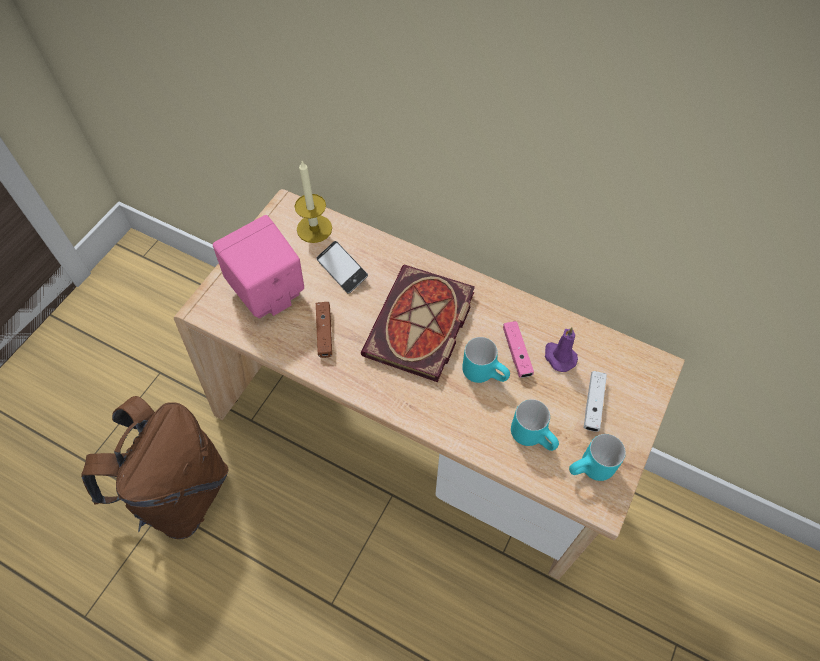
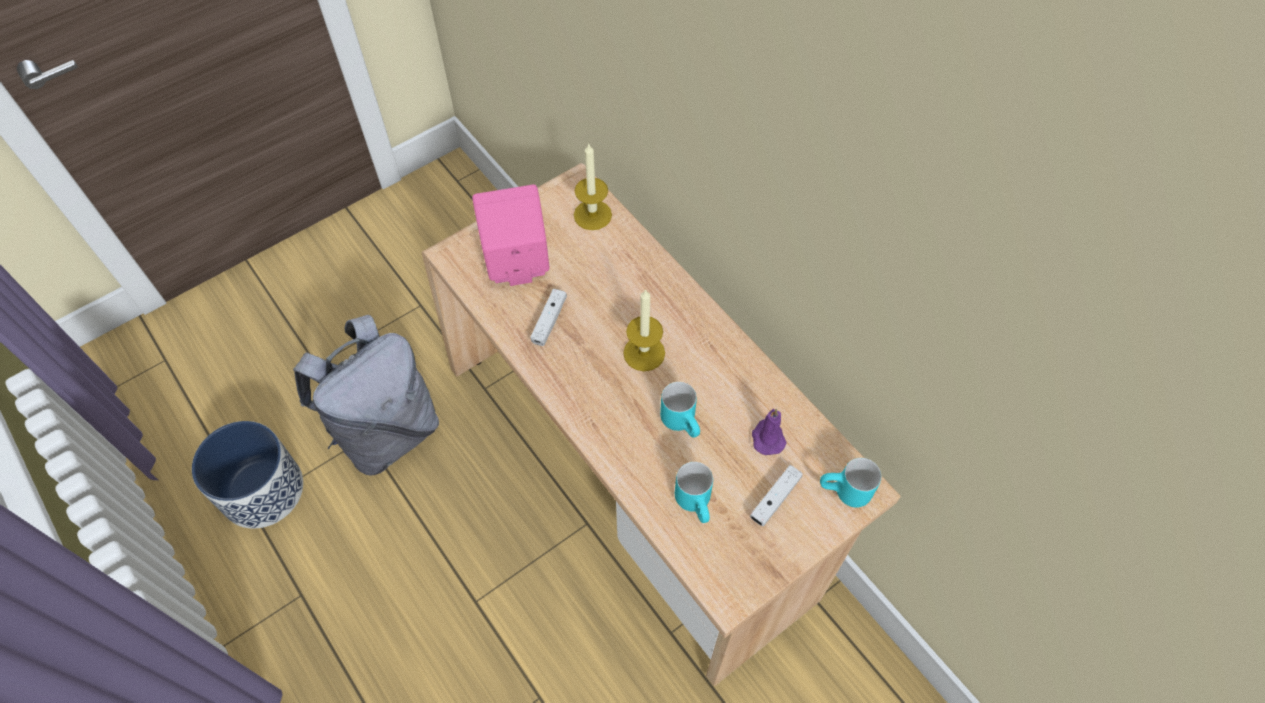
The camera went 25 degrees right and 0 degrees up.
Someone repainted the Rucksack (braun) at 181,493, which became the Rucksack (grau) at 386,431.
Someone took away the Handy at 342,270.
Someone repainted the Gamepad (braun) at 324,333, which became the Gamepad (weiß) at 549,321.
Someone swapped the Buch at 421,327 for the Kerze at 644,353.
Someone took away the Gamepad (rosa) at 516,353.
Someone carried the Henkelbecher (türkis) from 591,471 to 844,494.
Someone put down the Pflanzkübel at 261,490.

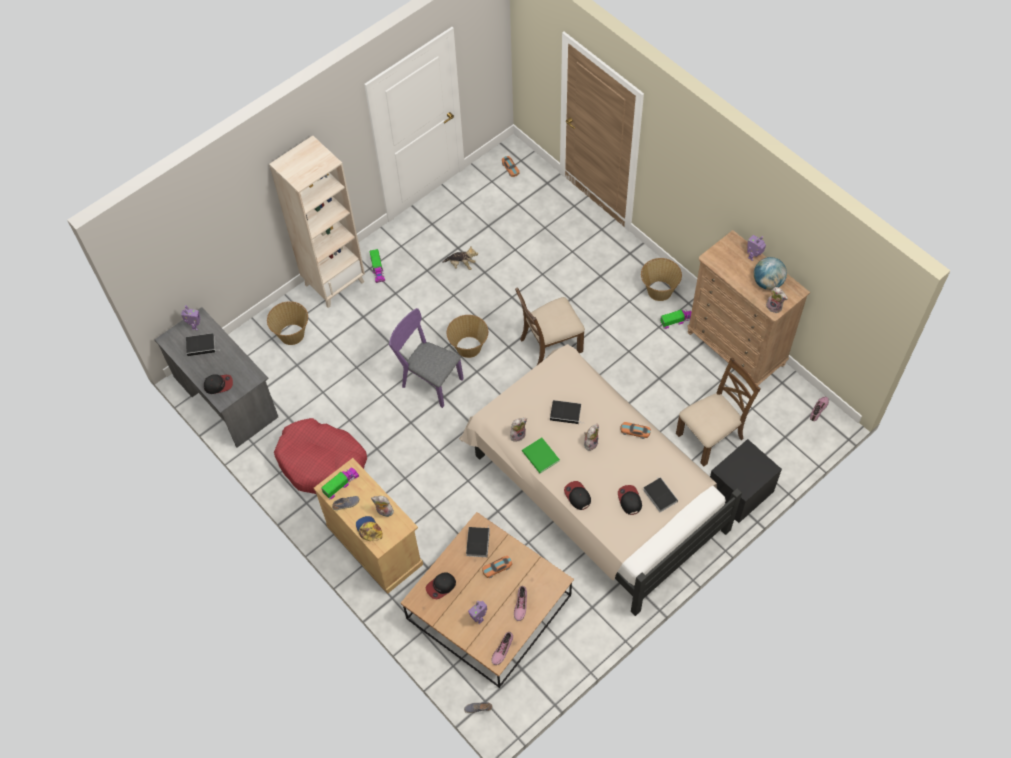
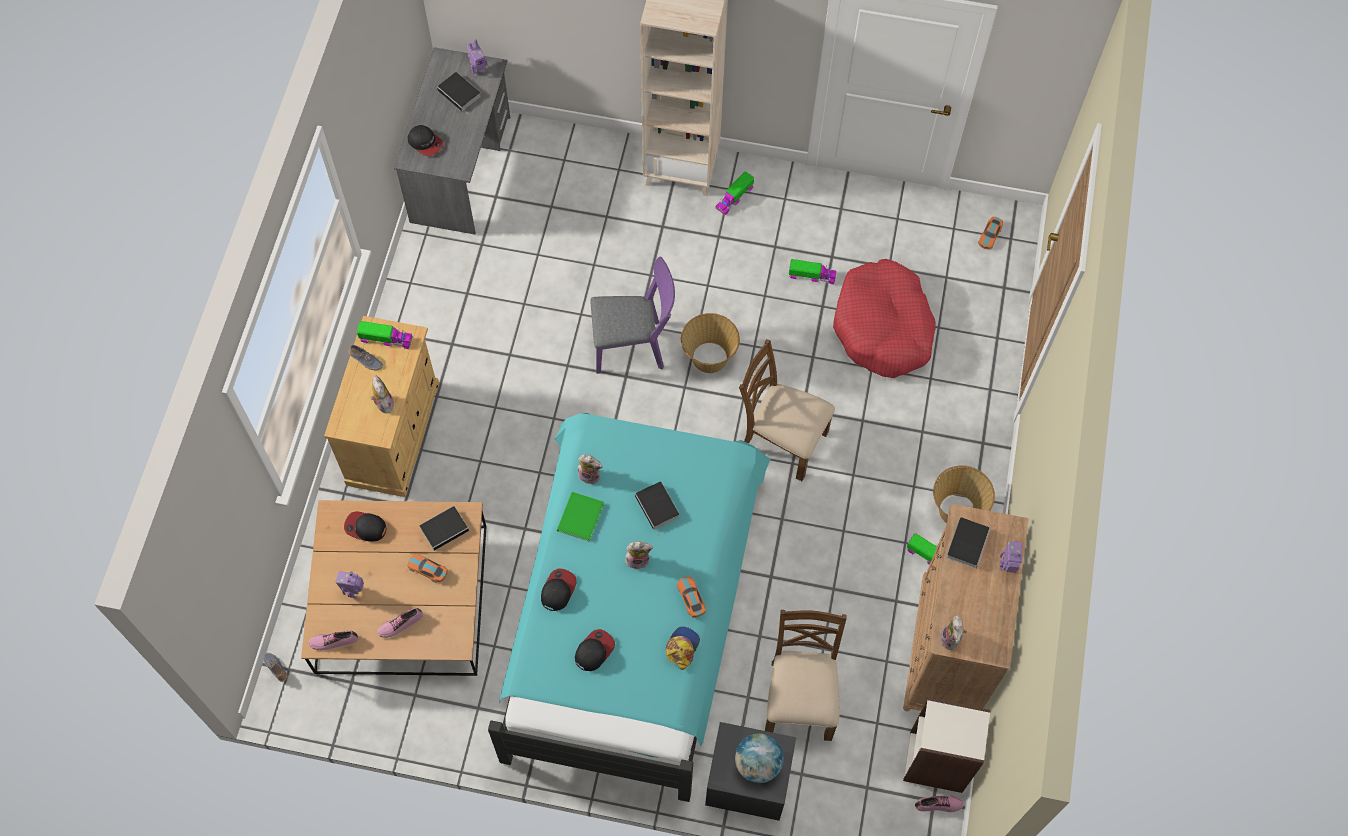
The camera went 50 degrees right and 5 degrees up.
Someone took away the Korb at 292,334.
Someone carried the Hundebett (rot) from 322,463 to 883,327.
Someone carried the Kappe from 369,530 to 682,648.
Someone rotated the Stuhl (lila) at 428,380 by 90 degrees clockwise.
Someone swapped the Plüschtier at 461,265 for the Spielzeuglaster at 812,275.
Someone repainted the Bett (beige) at 594,485, which became the Bett (türkis) at 633,609.
Someone carried the Buch from 659,495 to 967,542.
Someone rotated the Stuhl (braun) at 711,436 by 105 degrees counterclockwise.
Someone carried the Globus from 767,282 to 757,764.
Someone put down the Bücherregal at 937,762.

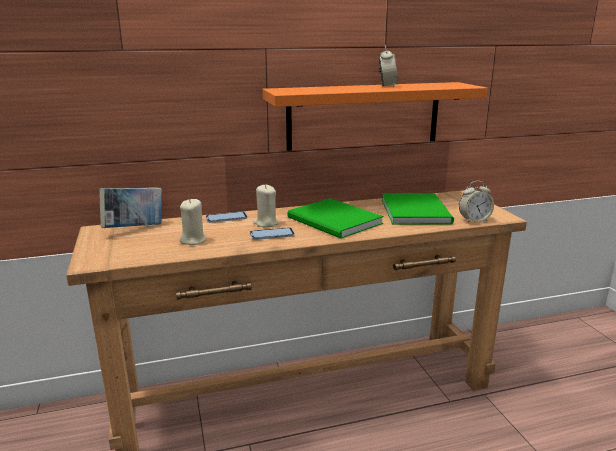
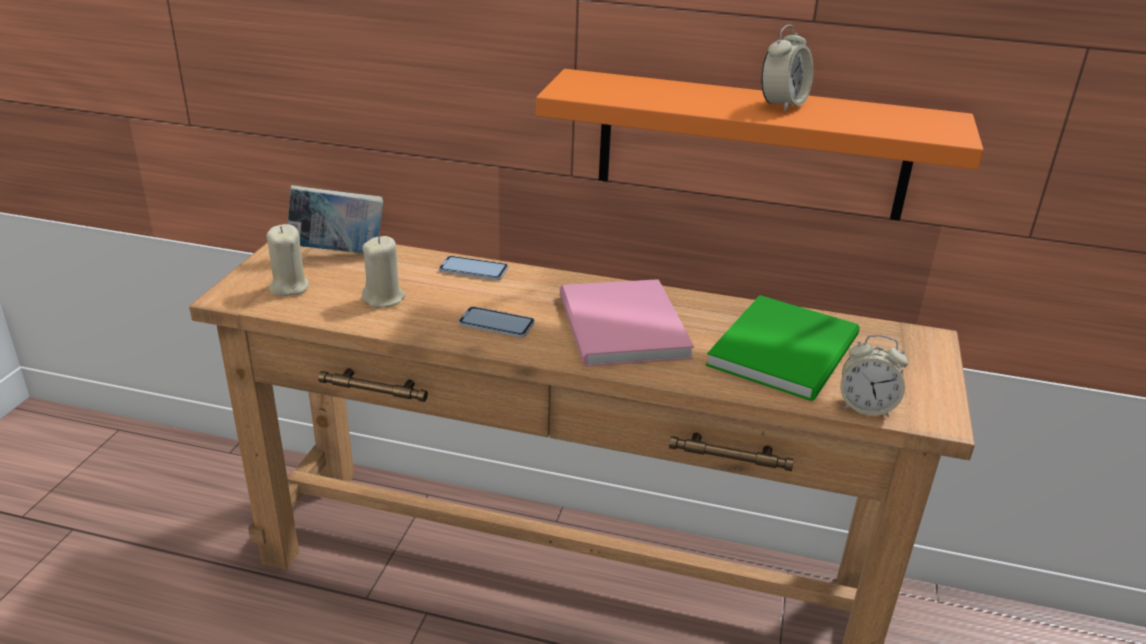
The camera went 30 degrees right and 10 degrees up.
Someone carried the Kerze (beige) from 266,223 to 288,287.
Someone repainted the Buch (grün) at 334,221, which became the Buch (rosa) at 620,328.

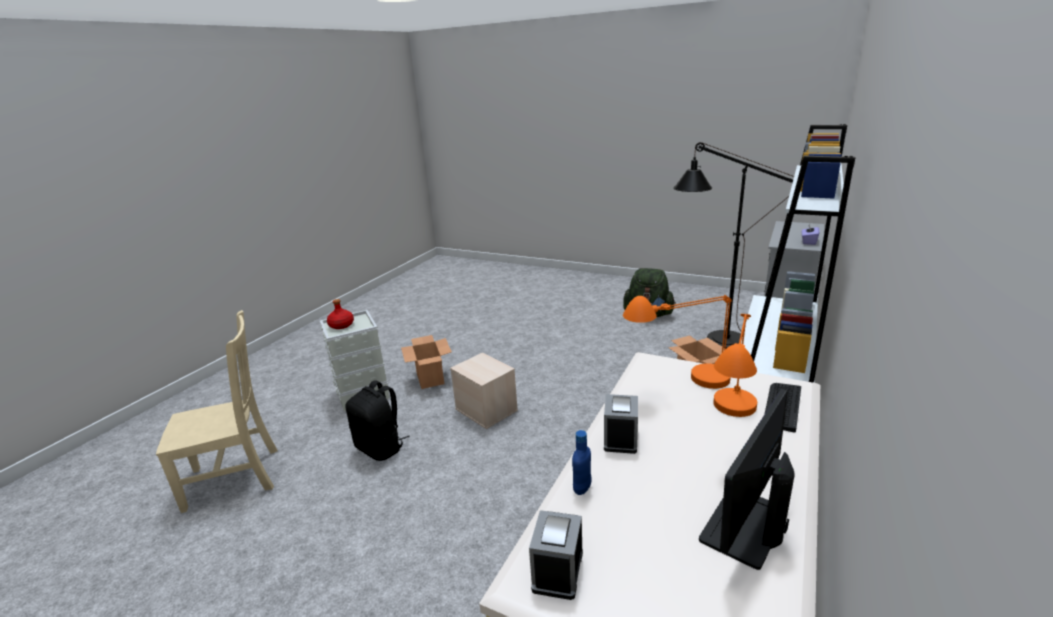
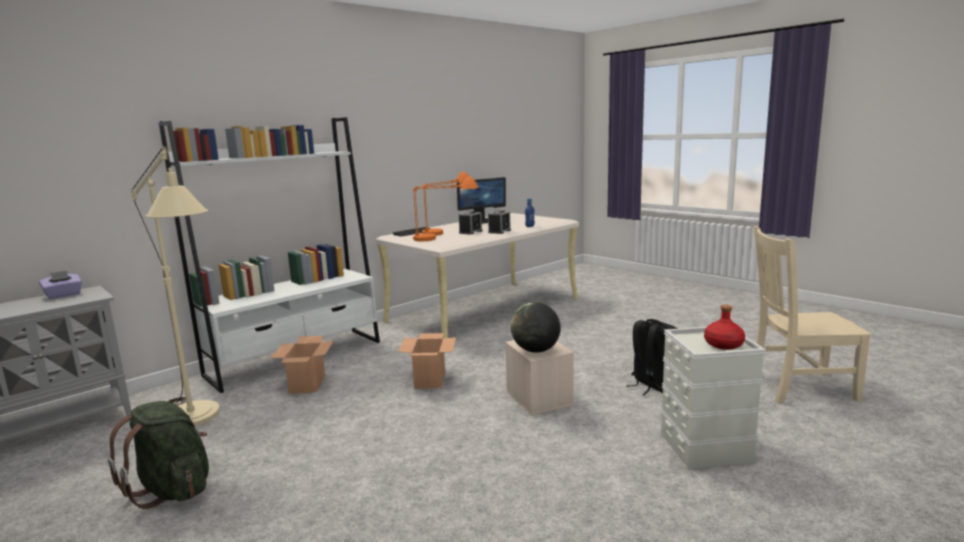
The camera went 160 degrees left and 10 degrees down.
Someone carried the Karton from 430,378 to 430,380.
Someone carried the Wecker from 558,570 to 470,232.
Someone repainted the Stehlampe (schwarz) at 714,339, which became the Stehlampe (beige) at 197,421.
Someone put down the Globus at 536,350.

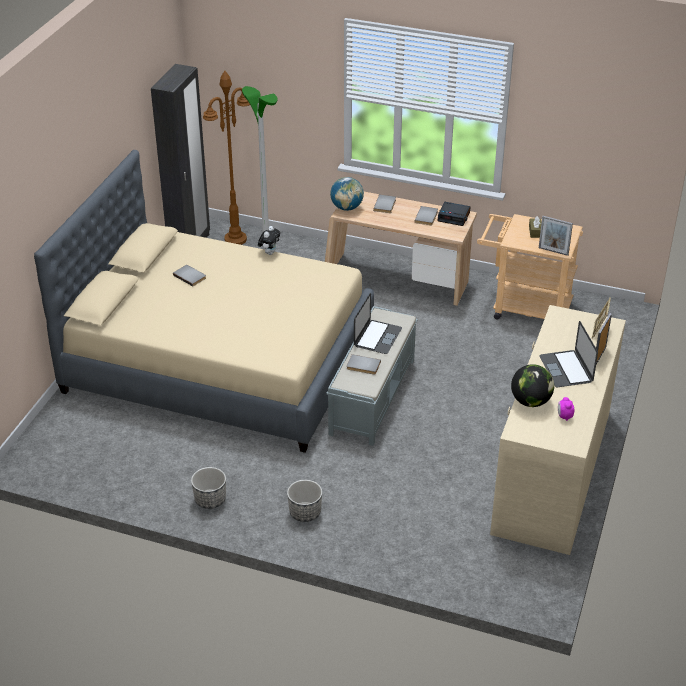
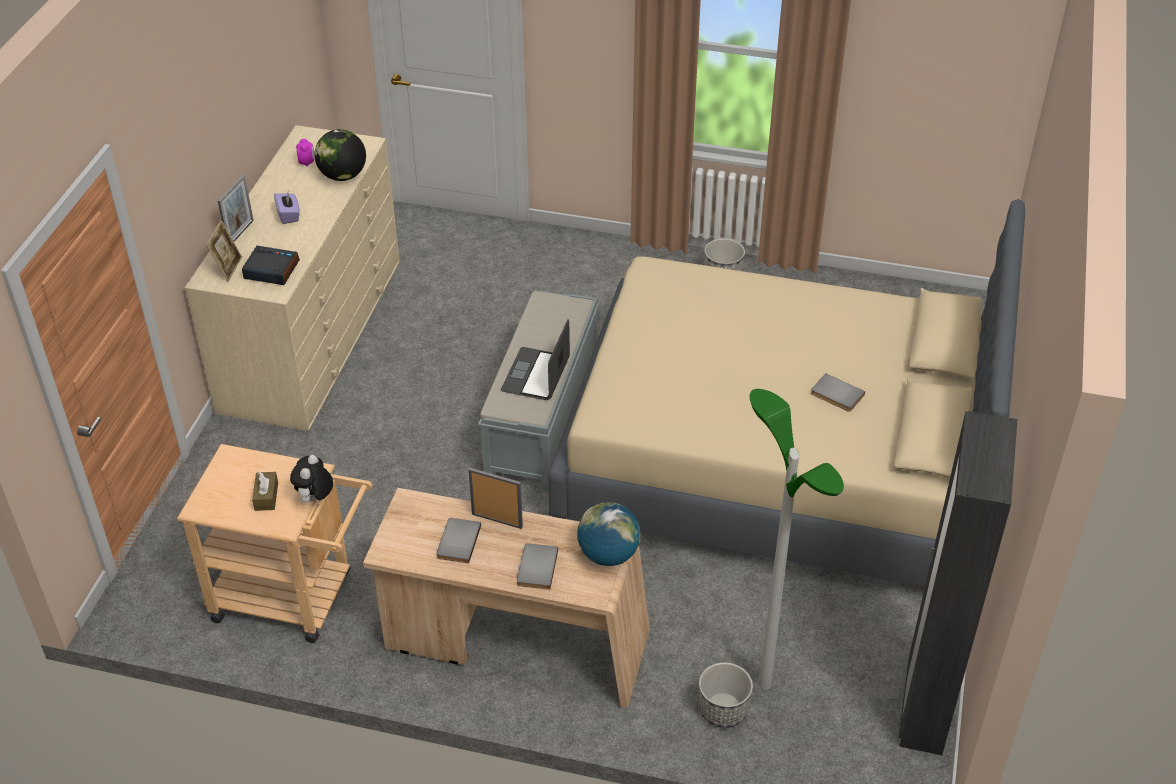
The camera went 175 degrees right and 5 degrees up.
Someone took away the Stehlampe (braun) at 235,239.
Someone carried the Plüschtier from 269,252 to 315,499.
Someone carried the Pflanzkübel from 305,512 to 723,710.
Someone took away the Buch (grau) at 363,366.
Someone carried the Wecker from 454,217 to 271,270.
Someone carried the Bilderrahmen from 553,251 to 497,520.
Someone swapped the Laptop at 566,369 for the Taschentuchbox (lila) at 289,215.

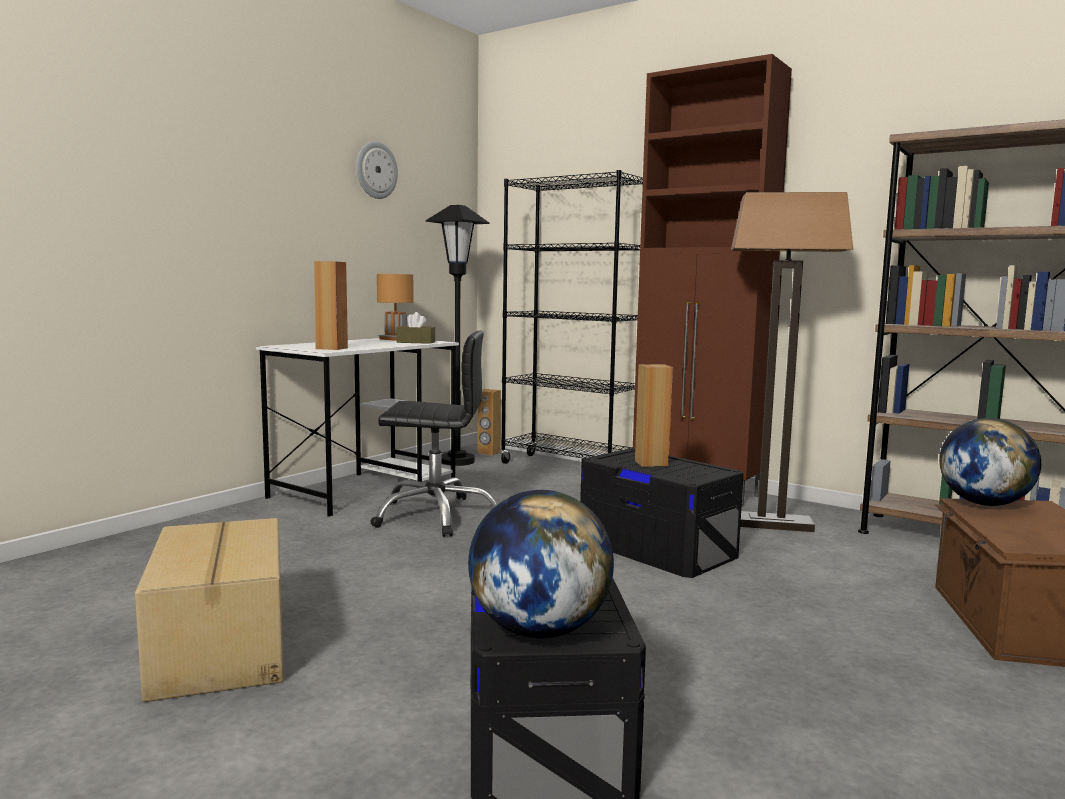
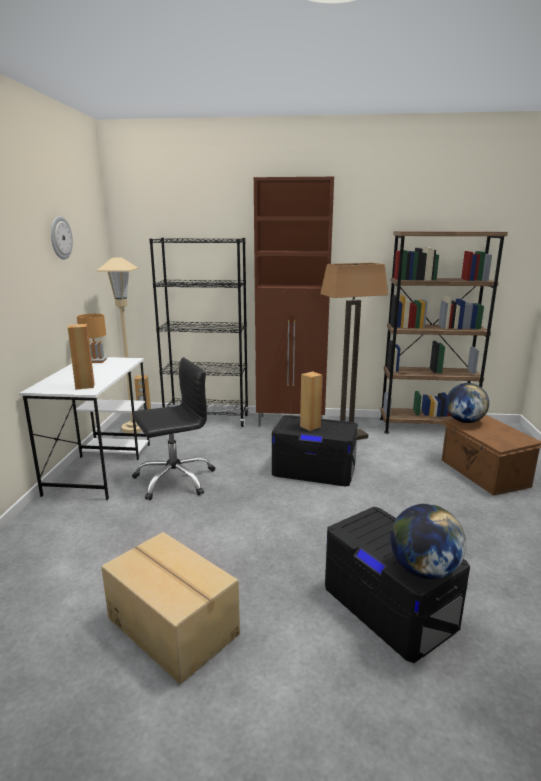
The camera went 30 degrees left and 10 degrees up.
Someone took away the Taschentuchbox (braun) at 416,342.
Someone repainted the Stehlampe (schwarz) at 457,461, which became the Stehlampe (beige) at 133,429.

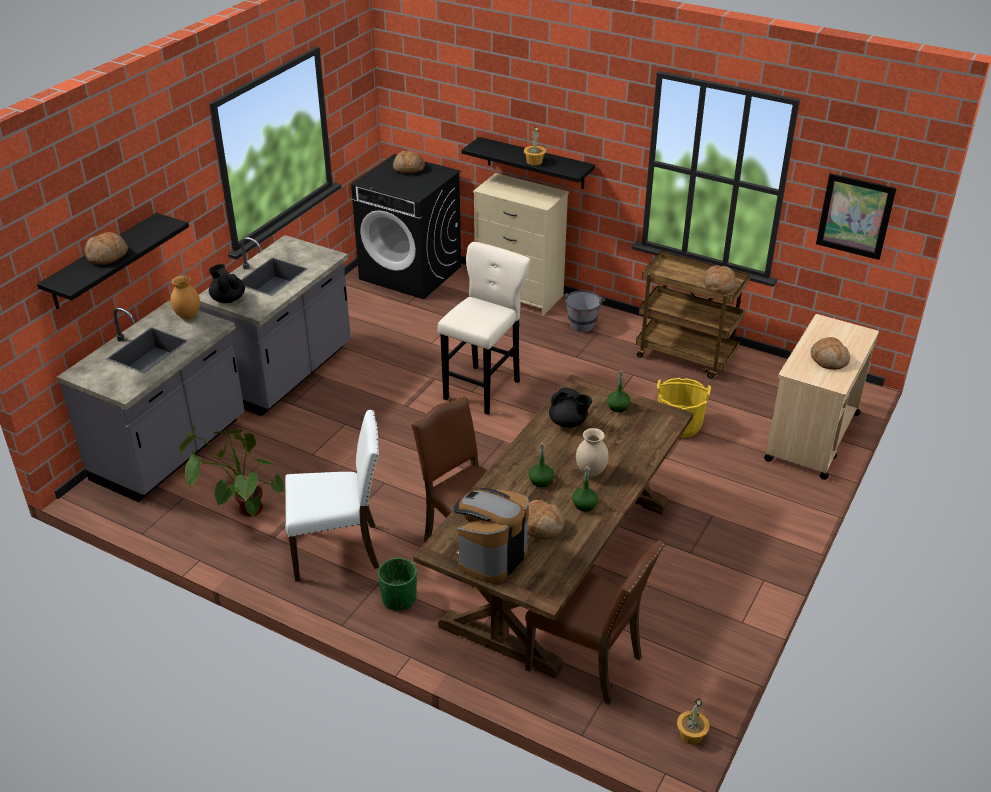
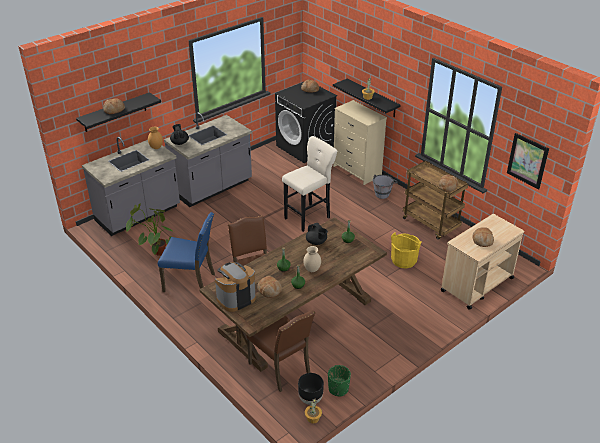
The camera went 20 degrees right and 0 degrees up.
Someone repainted the Stuhl (weiß) at 338,550, which became the Stuhl (blau) at 191,282.
Someone carried the Pflanzkübel (grün) from 399,599 to 338,389.
Someone put down the Pflanzkübel (schwarz) at 310,399.

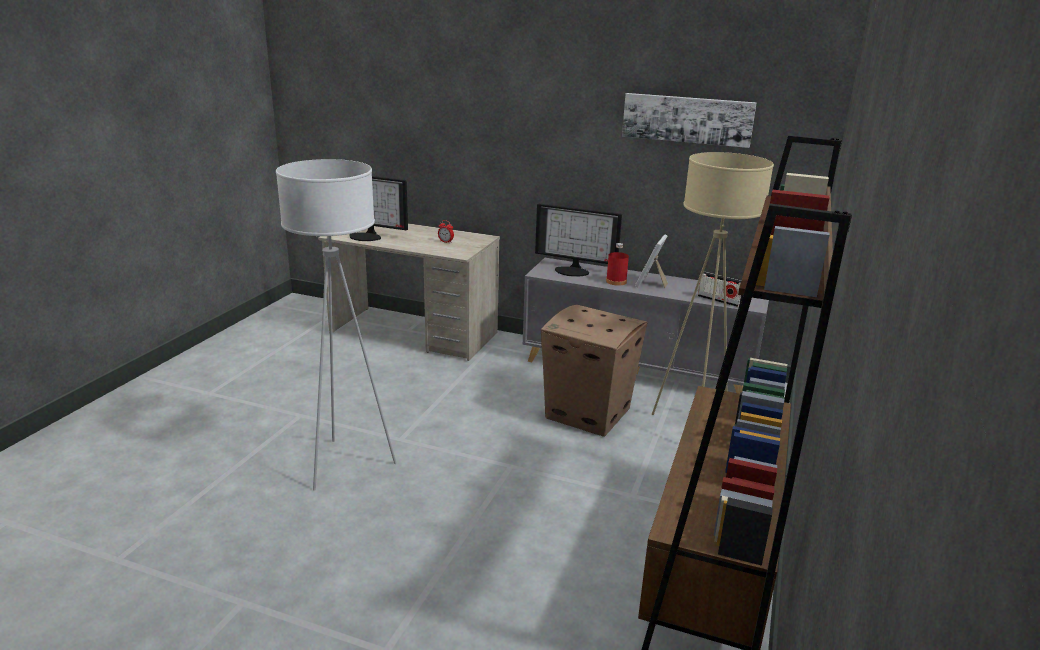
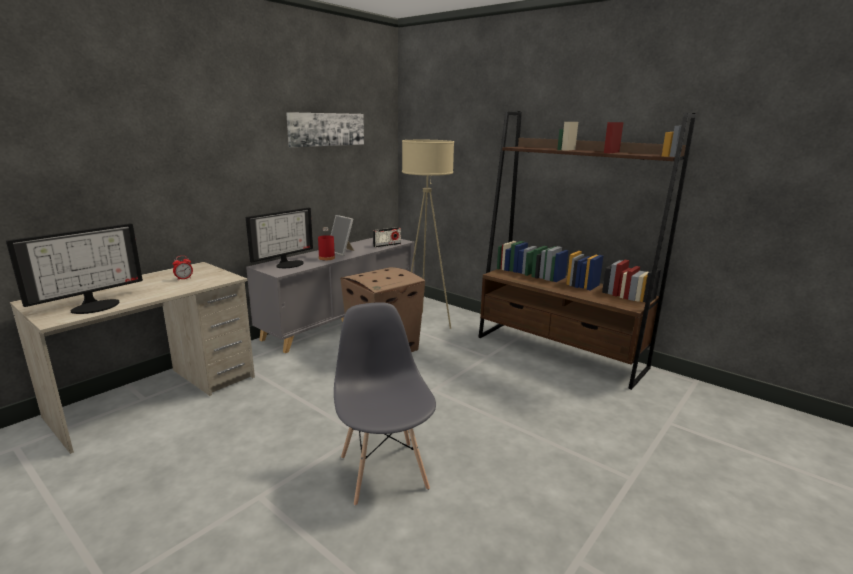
The camera went 70 degrees left and 5 degrees down.
Someone swapped the Stehlampe (weiß) at 346,464 for the Stuhl (grau) at 384,471.

